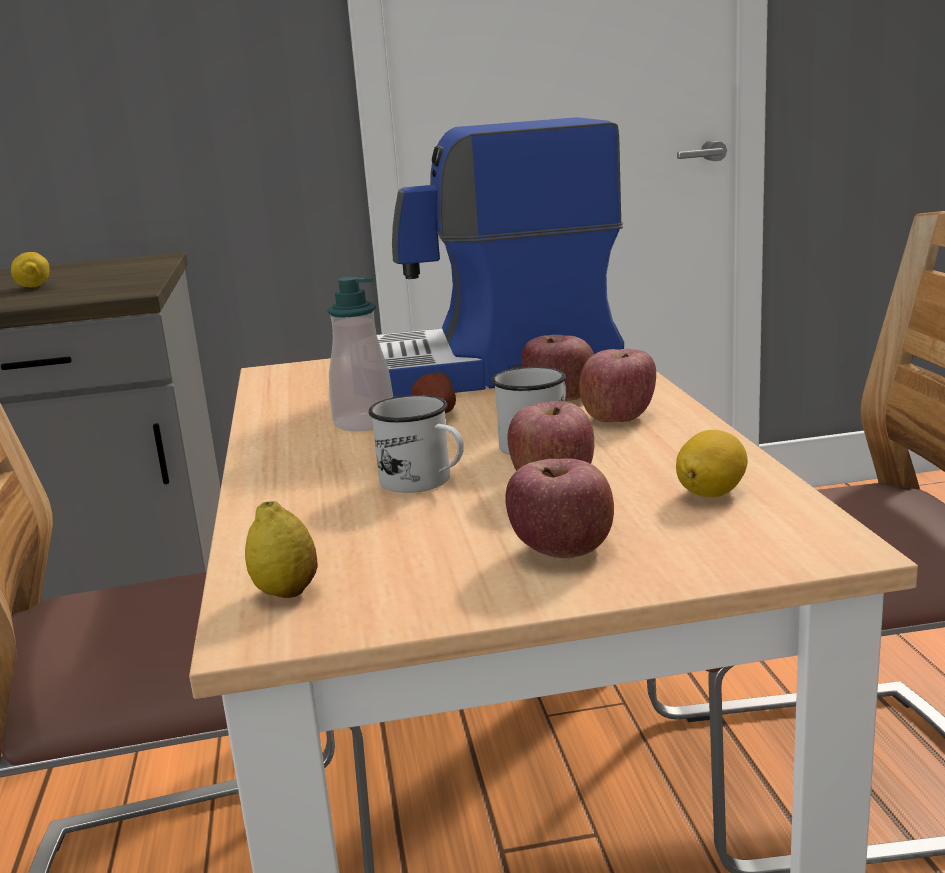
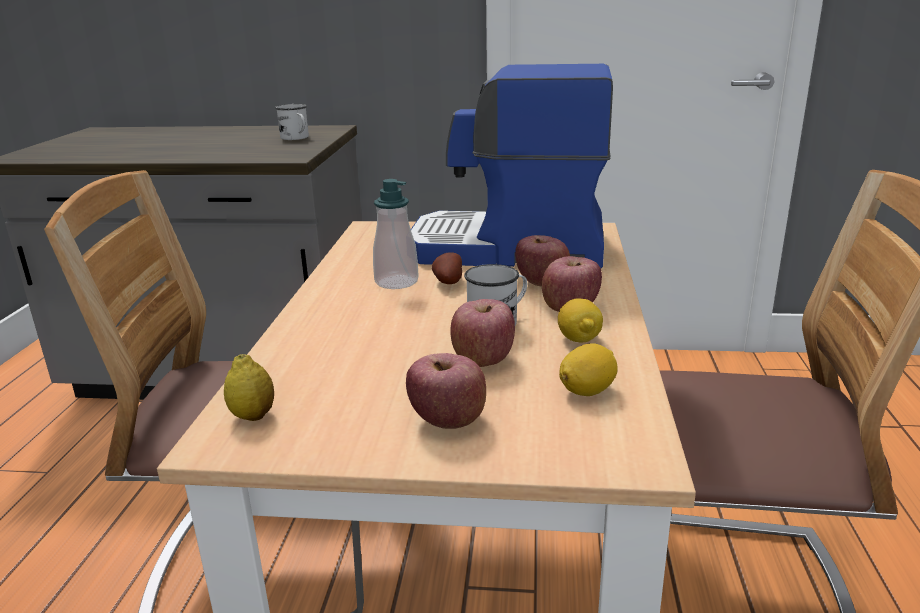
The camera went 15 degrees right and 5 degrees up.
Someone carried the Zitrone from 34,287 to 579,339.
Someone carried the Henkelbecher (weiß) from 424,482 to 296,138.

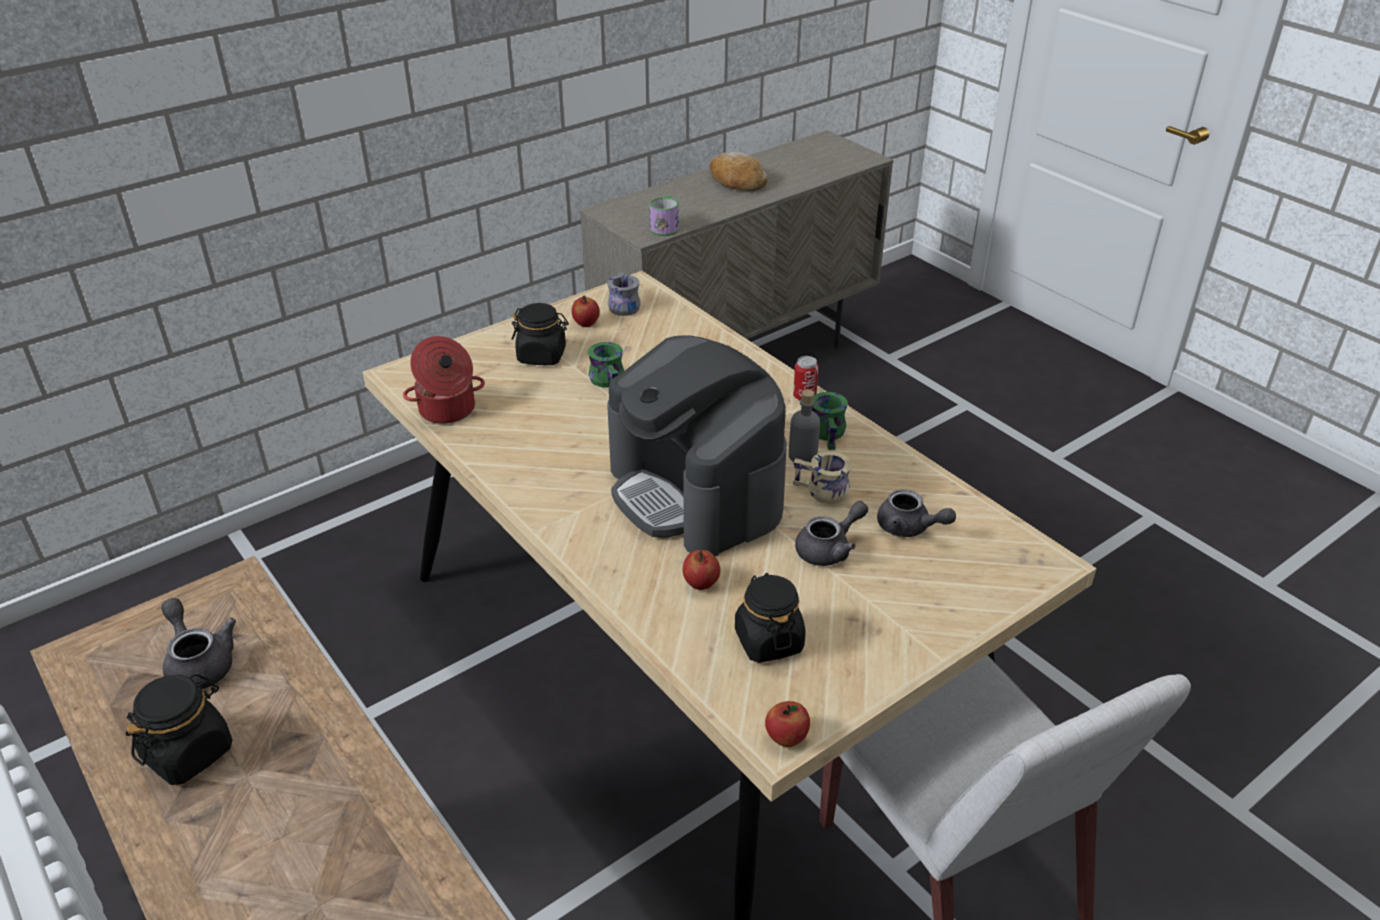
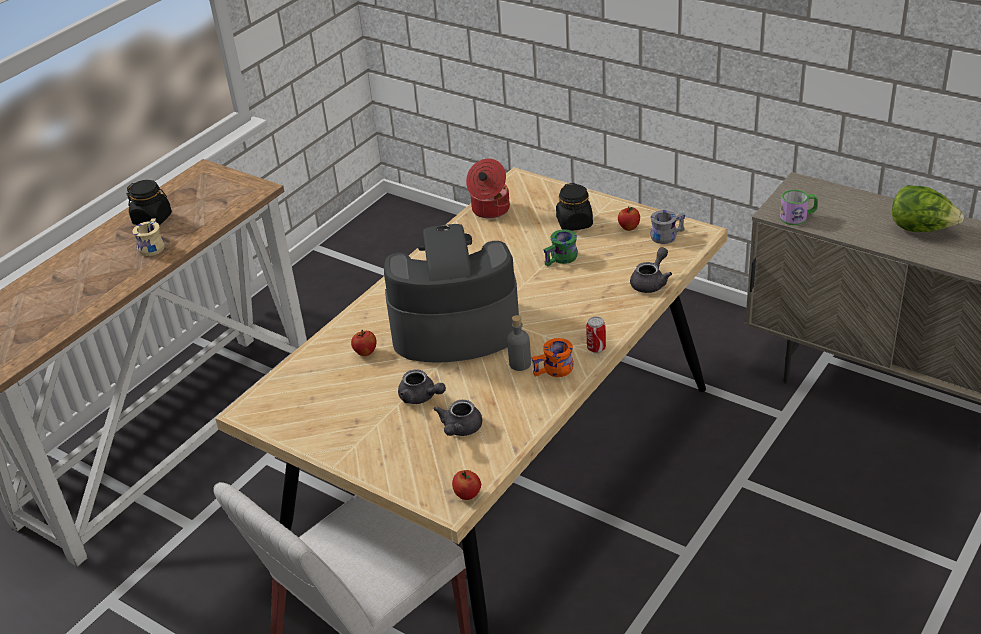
The camera went 75 degrees right and 0 degrees up.
Someone carried the Teekanne (grau) from 199,662 to 651,282.
Someone rotated the Kaffeemaschine at 696,492 by 45 degrees clockwise.
Someone swapped the Brot at 736,181 for the Salatkopf at 921,229.
Someone took away the Vorratsglas (schwarz) at 768,641.
Someone carried the Apfel from 786,738 to 467,495.
Someone carried the Henkelbecher (beige) from 821,492 to 151,246.
Someone repainted the Henkelbecher (grün) at 830,433, which became the Henkelbecher (orange) at 555,370.

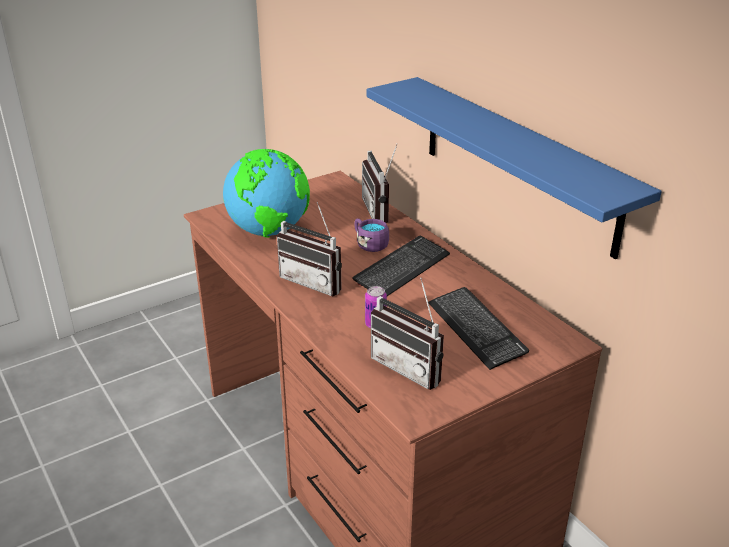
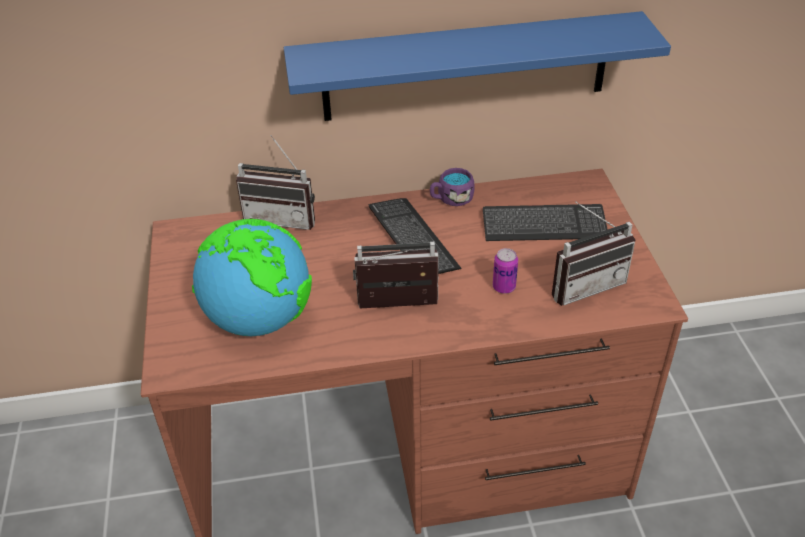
The camera went 65 degrees left and 10 degrees up.
Someone rotated the Radio at 315,281 by 150 degrees counterclockwise.
Someone carried the Henkelbecher (lila) from 369,244 to 451,199.

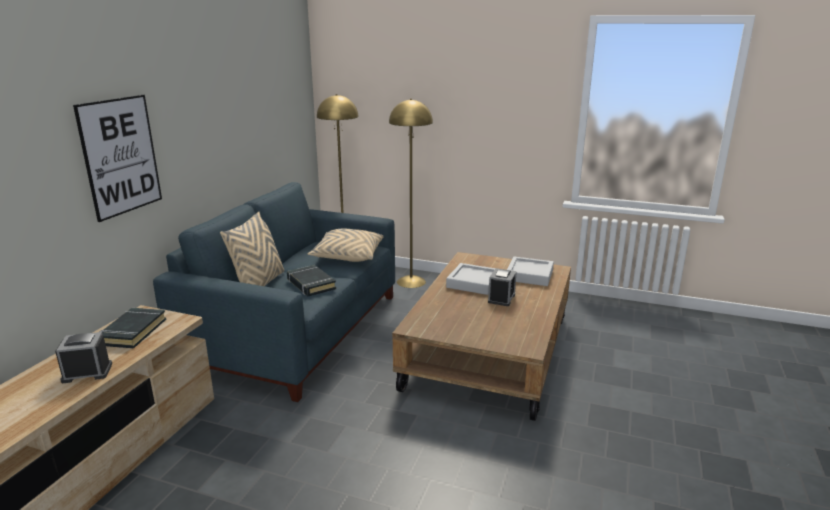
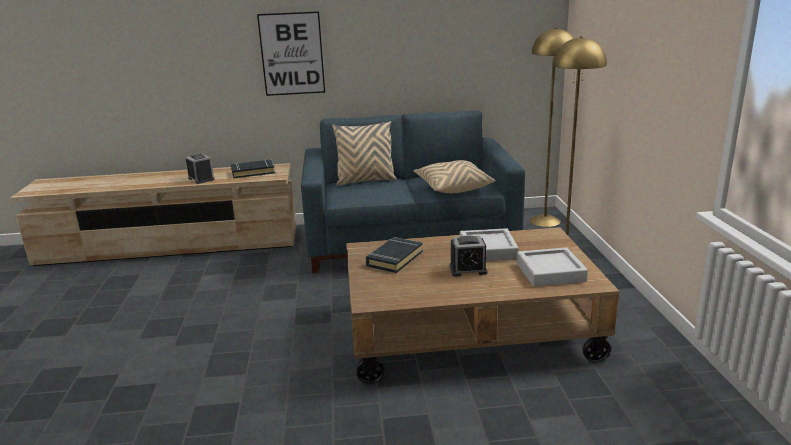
The camera went 65 degrees right and 0 degrees up.
Someone carried the Buch (schwarz) from 311,284 to 394,258.

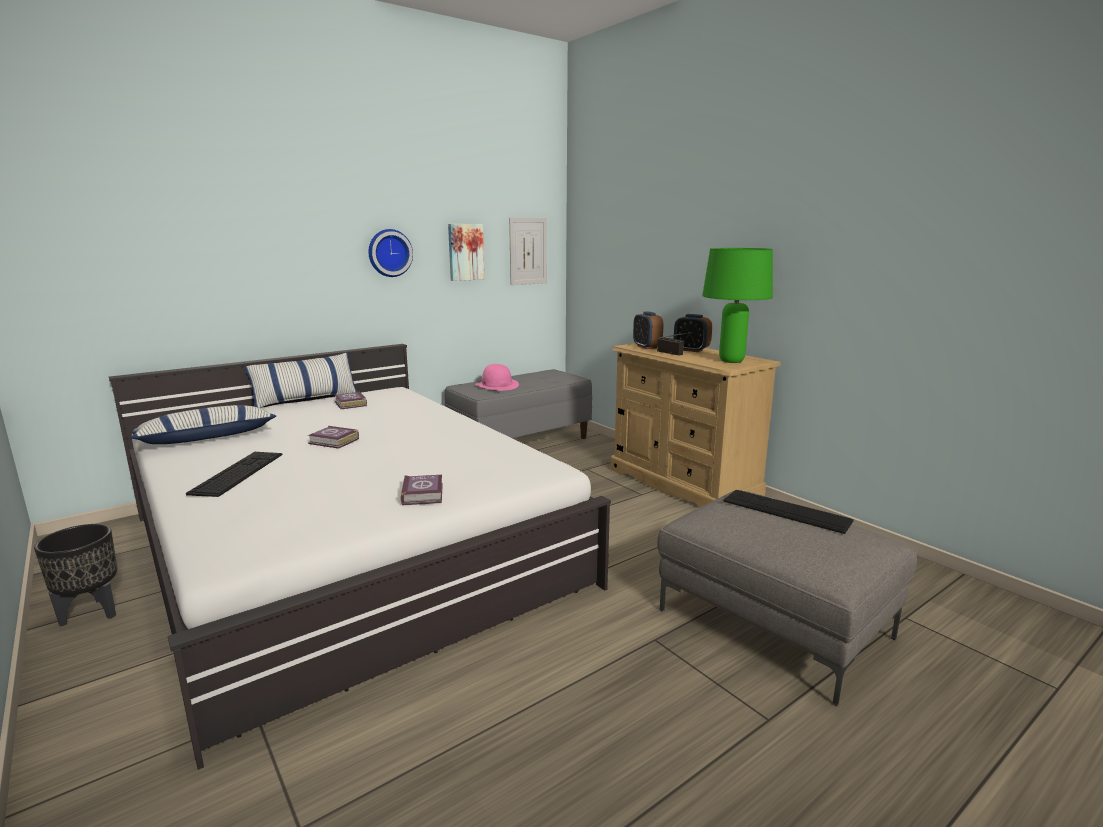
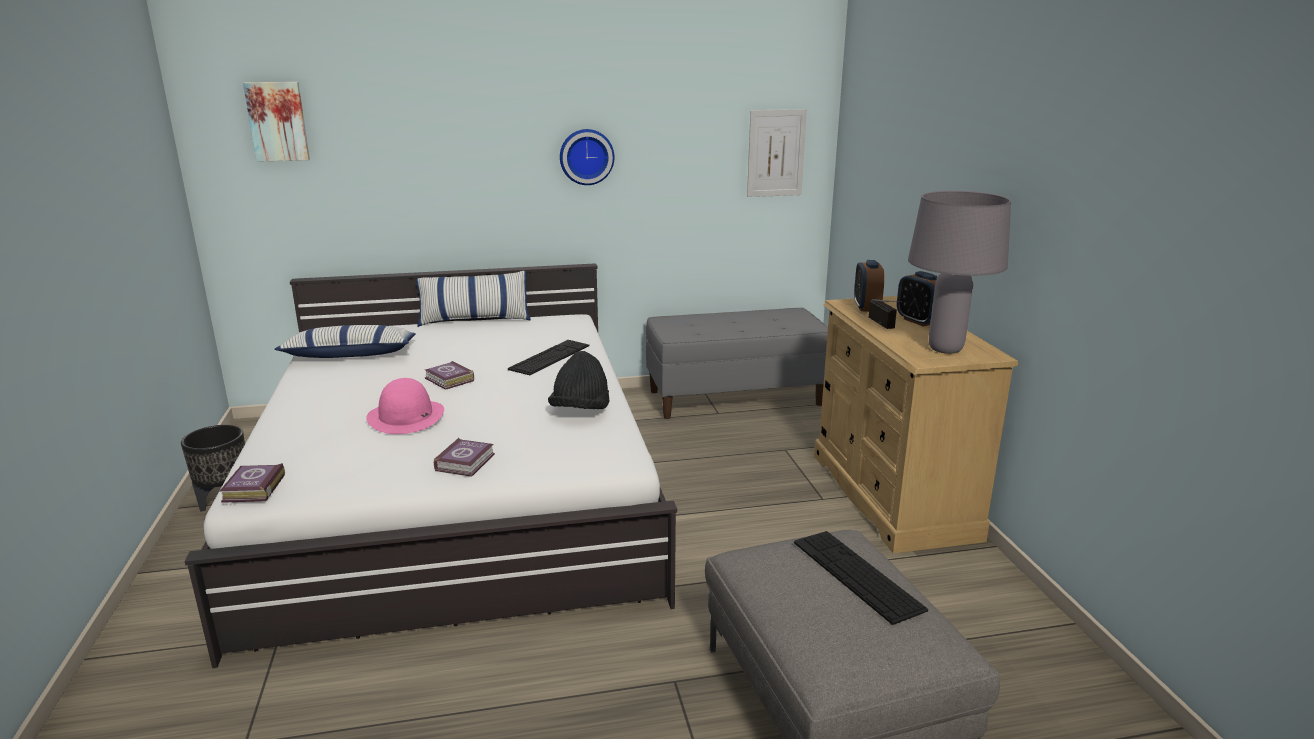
The camera went 25 degrees right and 5 degrees up.
Someone carried the Tastatur from 238,473 to 550,357.
Someone carried the Buch from 350,404 to 252,489.
Someone carried the Bild from 465,252 to 277,121.
Someone carried the Hut (rosa) from 497,385 to 406,416.
Someone repainted the Tischlampe (grün) at 732,361, which became the Tischlampe (grau) at 946,349.
Someone put down the Hut (schwarz) at 580,411.

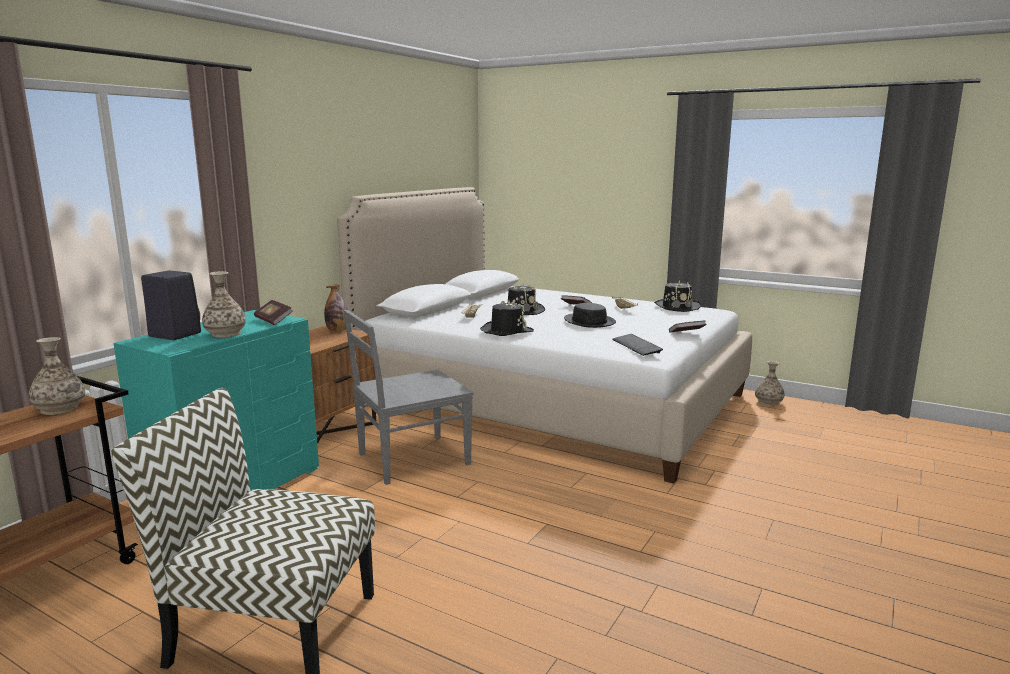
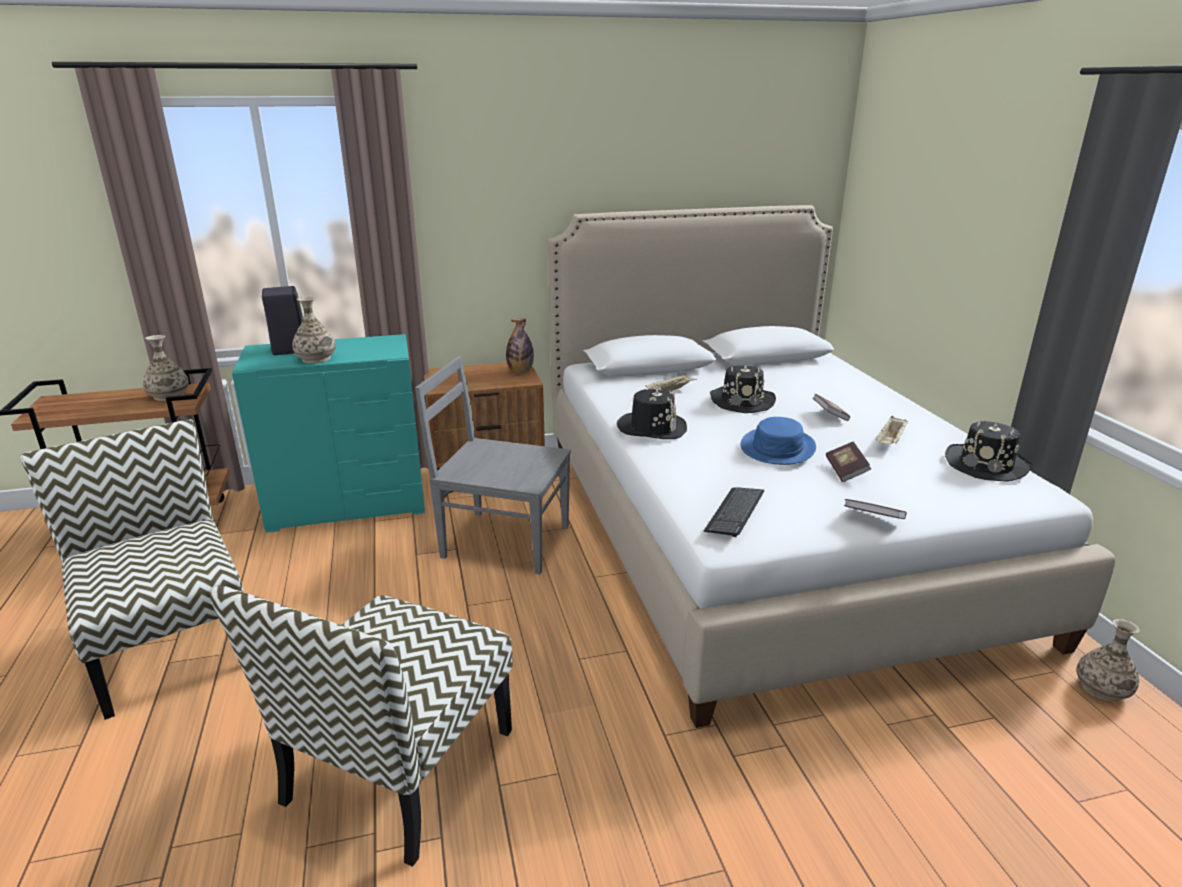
The camera went 45 degrees right and 10 degrees up.
Someone carried the Buch from 273,320 to 846,471.
Someone repainted the Hut (schwarz) at 589,321, which became the Hut (blau) at 778,448.
Someone put down the Stuhl at 399,768.

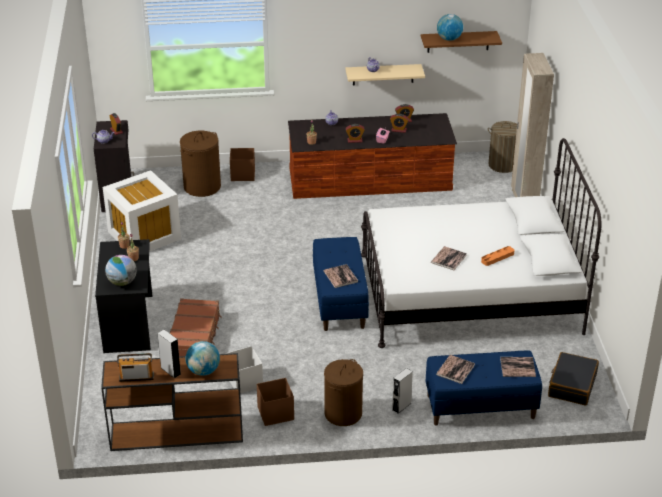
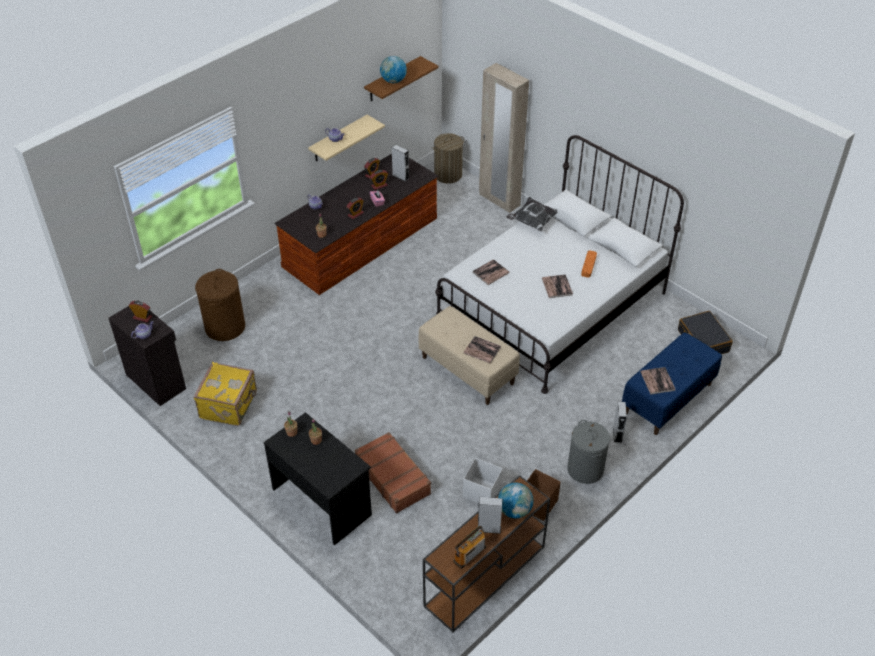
The camera went 40 degrees left and 10 degrees up.
Someone swapped the Aufbewahrungsbox (weiß) at 144,234 for the Koffer (gelb) at 229,405.
Someone took away the Globus at 122,282.
Someone took away the Aufbewahrungsbox (braun) at 242,175.
Someone repainted the Bank (blau) at 340,301, which became the Bank (beige) at 468,370.
Someone repainted the Wäschekorb (braun) at 343,413, which became the Wäschekorb (grau) at 585,469.
Someone carried the Buch from 517,367 to 490,273.
Someone put down the Lautsprecher (grau) at 400,176.
Someone put down the Kissen at 532,221.

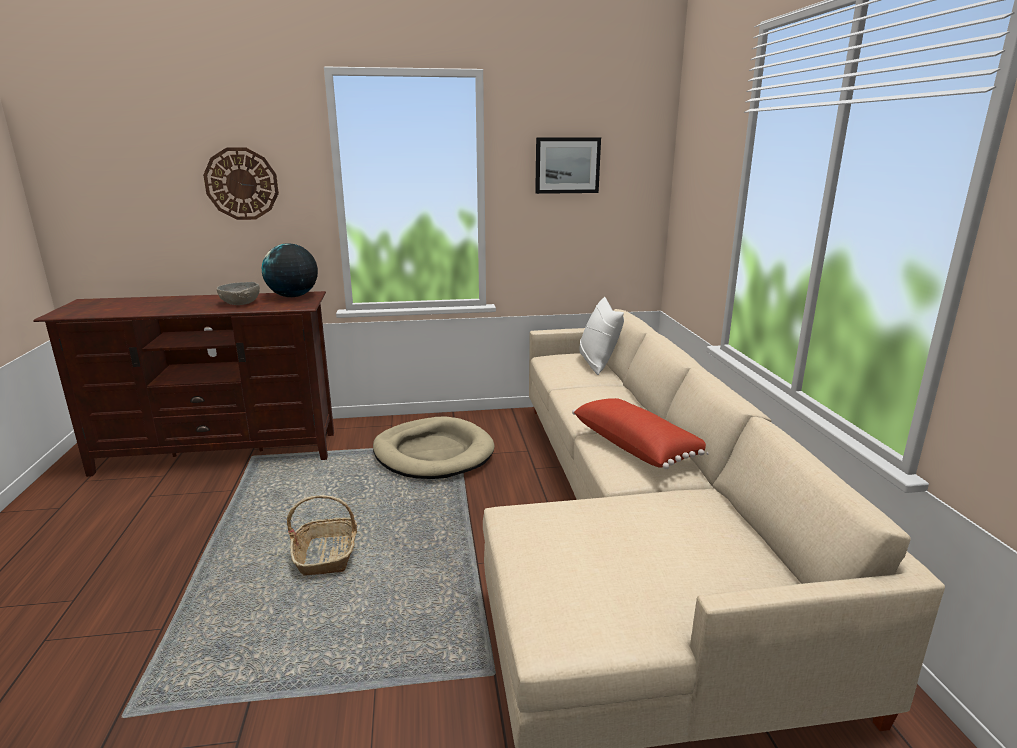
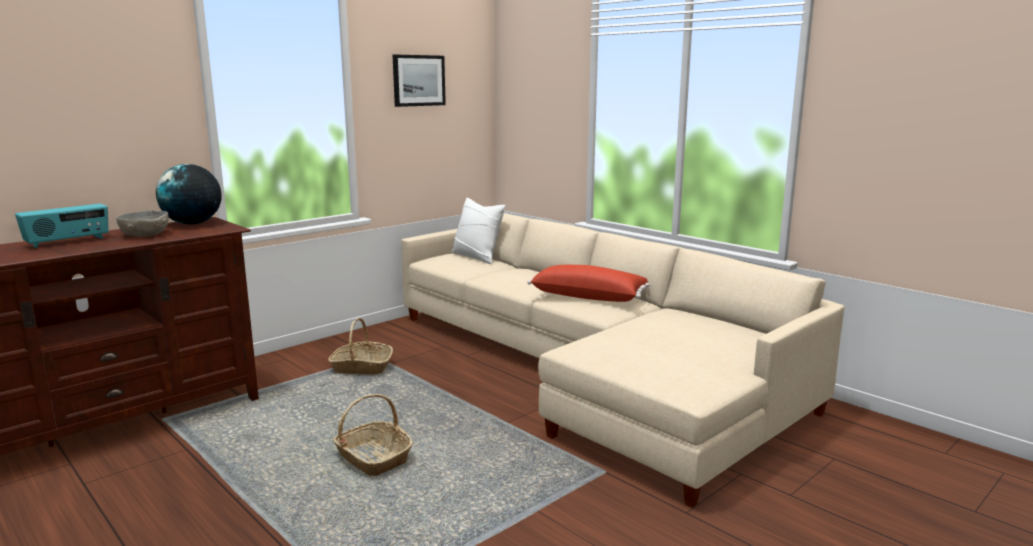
The camera went 35 degrees left and 5 degrees down.
Someone took away the Wanduhr at 241,184.
Someone swapped the Hundebett (beige) at 433,453 for the Korb at 361,368.
Someone put down the Radio at 68,242.

